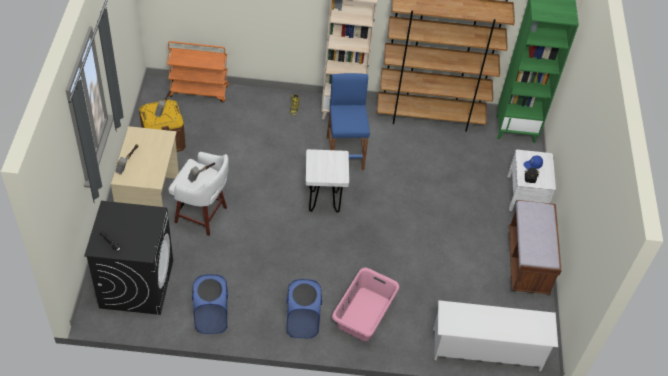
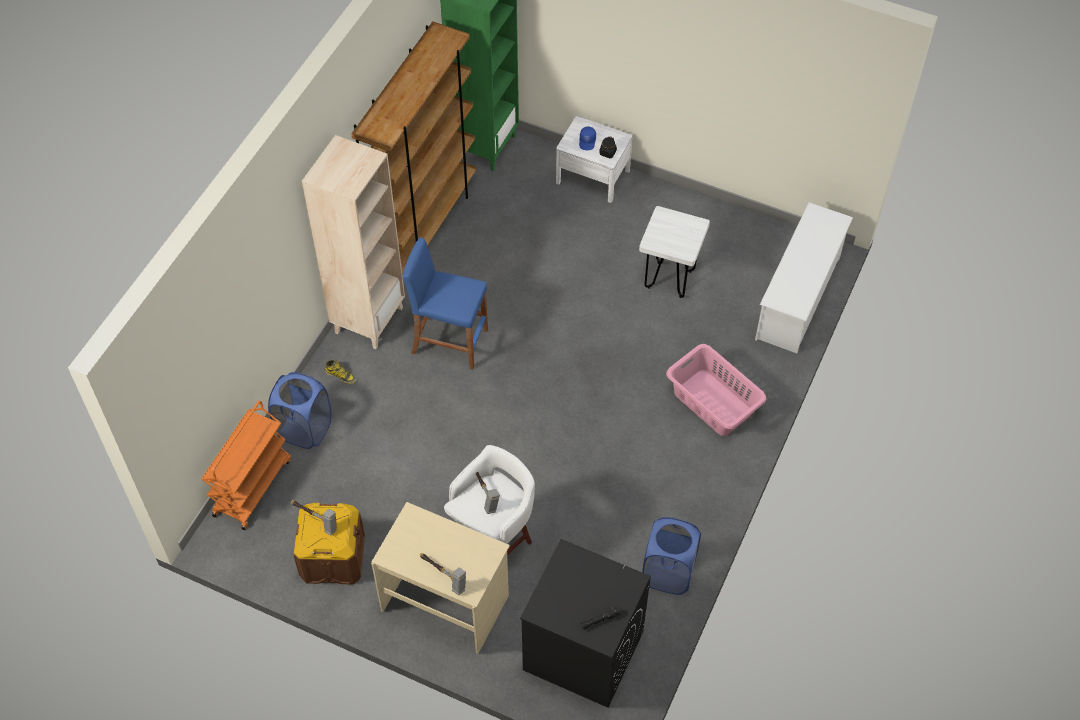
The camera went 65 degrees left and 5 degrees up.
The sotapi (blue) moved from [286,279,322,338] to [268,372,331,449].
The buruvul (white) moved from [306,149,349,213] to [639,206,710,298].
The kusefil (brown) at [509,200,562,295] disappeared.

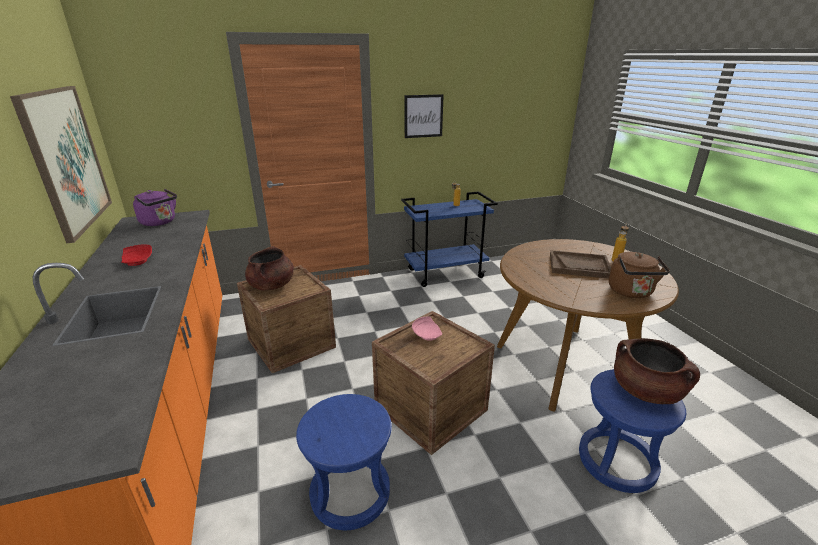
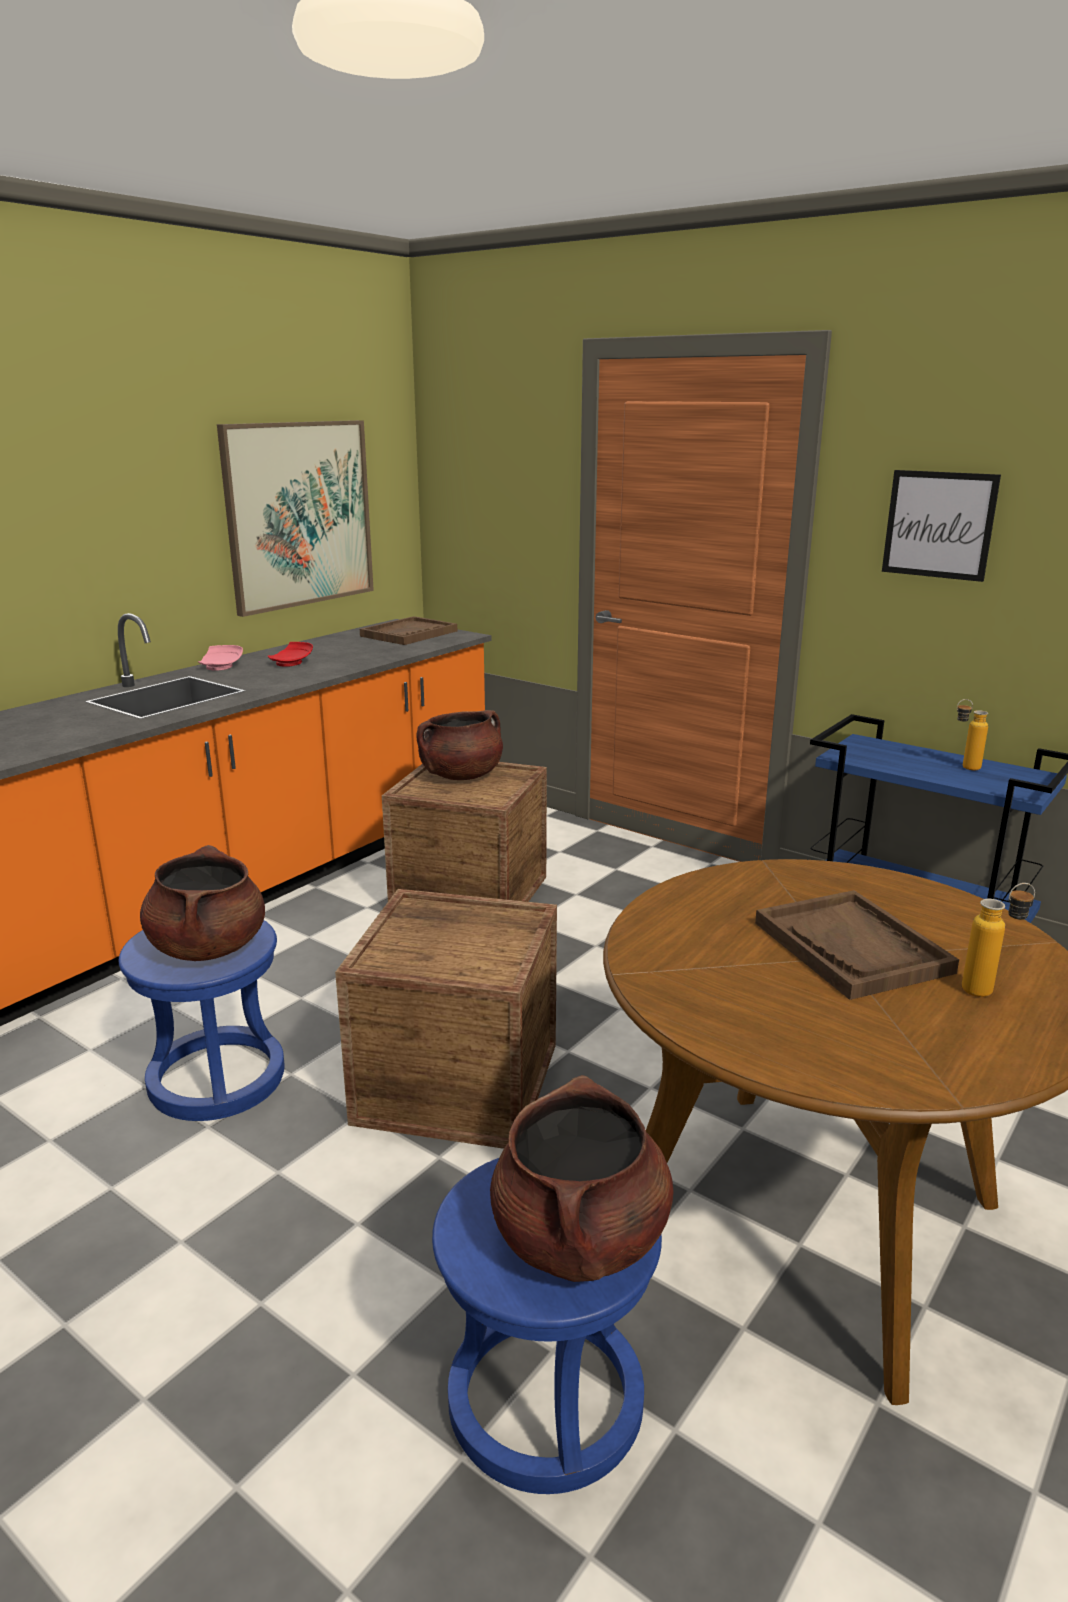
The camera went 55 degrees right and 5 degrees down.
The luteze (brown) at [140,845,265,961] appeared.
The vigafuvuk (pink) moved from [412,316,442,341] to [198,645,243,671].
The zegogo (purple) at [133,189,177,226] was replaced by the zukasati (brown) at [360,616,457,645].
The zegogo (brown) at [609,252,670,298] disappeared.

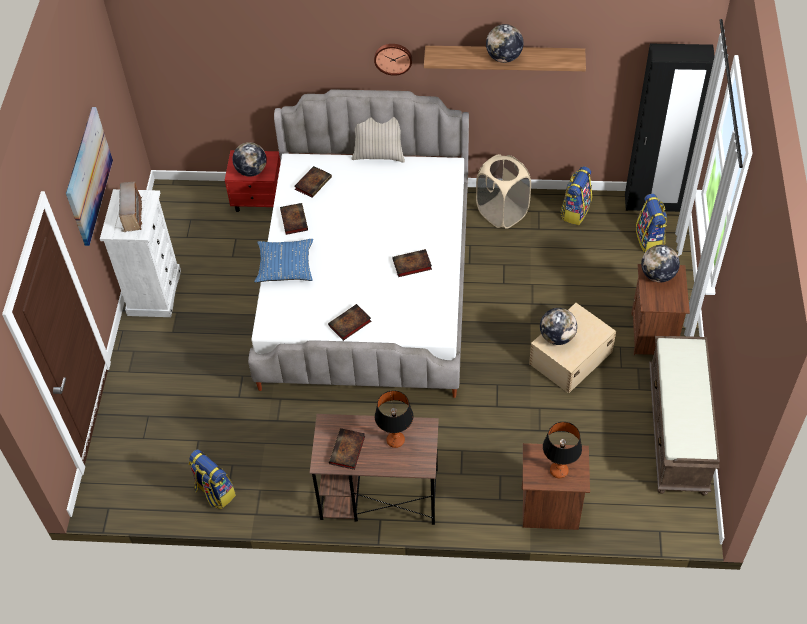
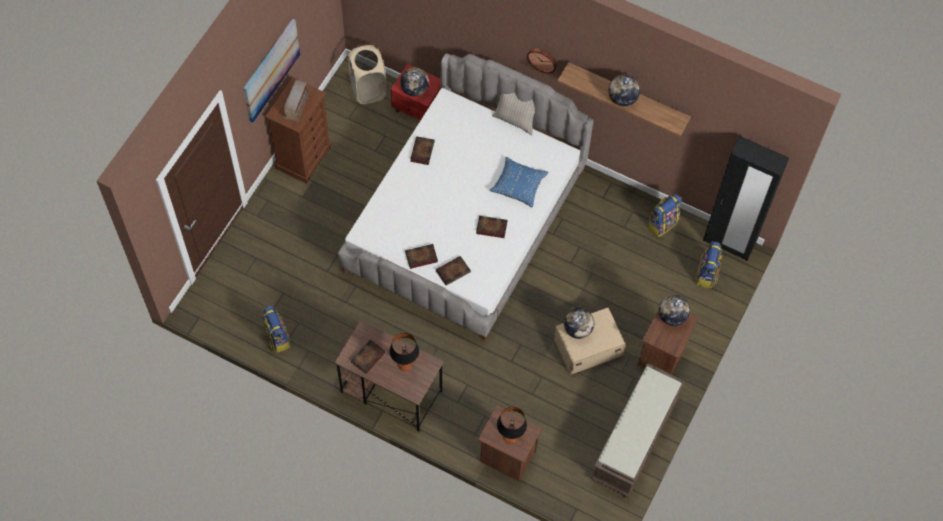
The camera went 20 degrees right and 10 degrees up.
The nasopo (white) at [100,189,181,317] became the nasopo (brown) at [265,77,332,184].
The sotapi (beige) moved from [476,154,531,229] to [348,45,387,104].
The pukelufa moved from [294,166,332,198] to [436,256,471,285].
The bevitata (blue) moved from [255,239,313,283] to [489,157,548,207].

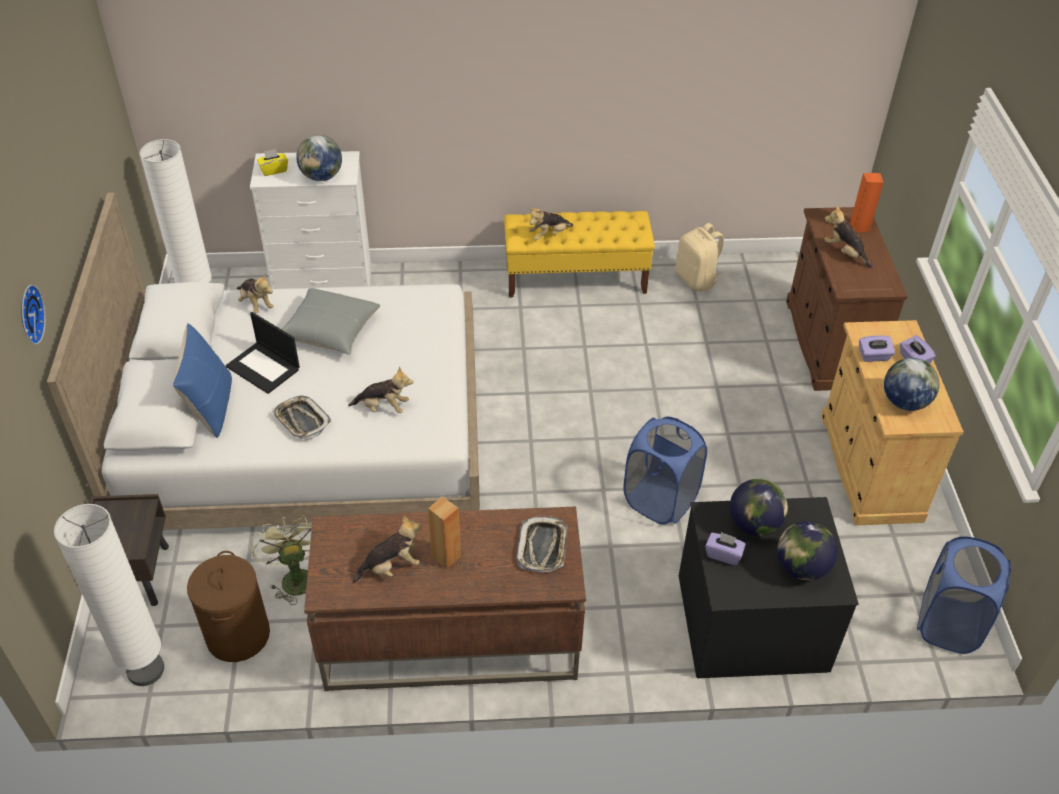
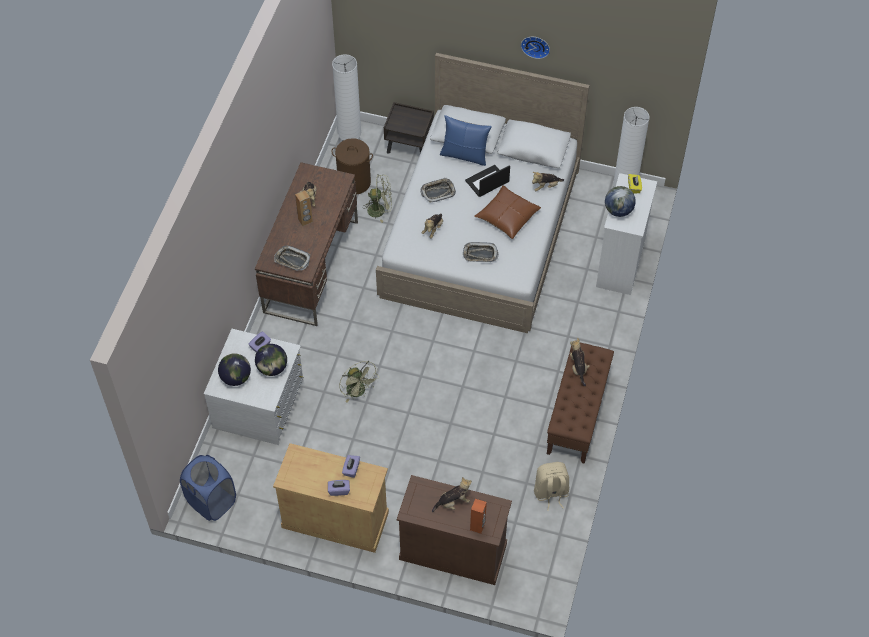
The camera went 110 degrees right and 10 degrees up.
The nasopo (black) at [679,497,859,678] became the nasopo (white) at [204,329,304,445].
The sotapi (blue) at [623,417,707,525] was replaced by the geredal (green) at [339,361,379,403].
The zukasati at [463,242,498,262] appeared.
The bevitata (grey) at [281,288,380,355] became the bevitata (brown) at [474,185,541,239].
The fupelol moved from [21,285,46,345] to [521,37,550,59].
The kusefil (yellow) at [504,211,655,298] became the kusefil (brown) at [547,343,614,464].
The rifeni at [884,358,939,411] disappeared.

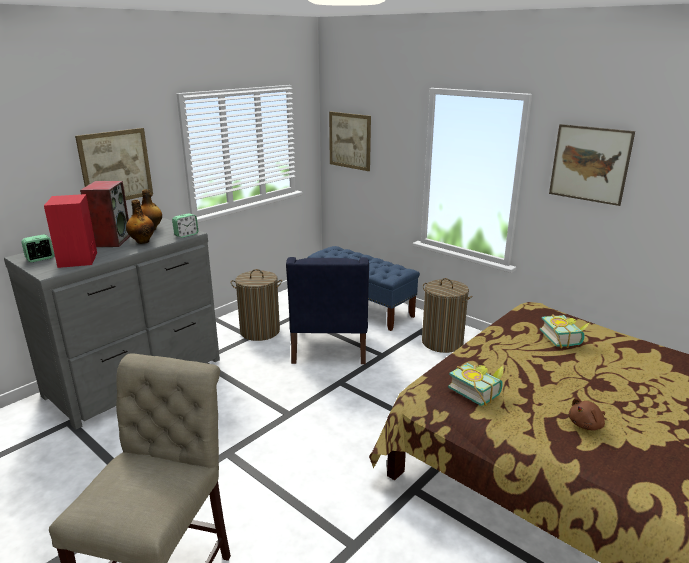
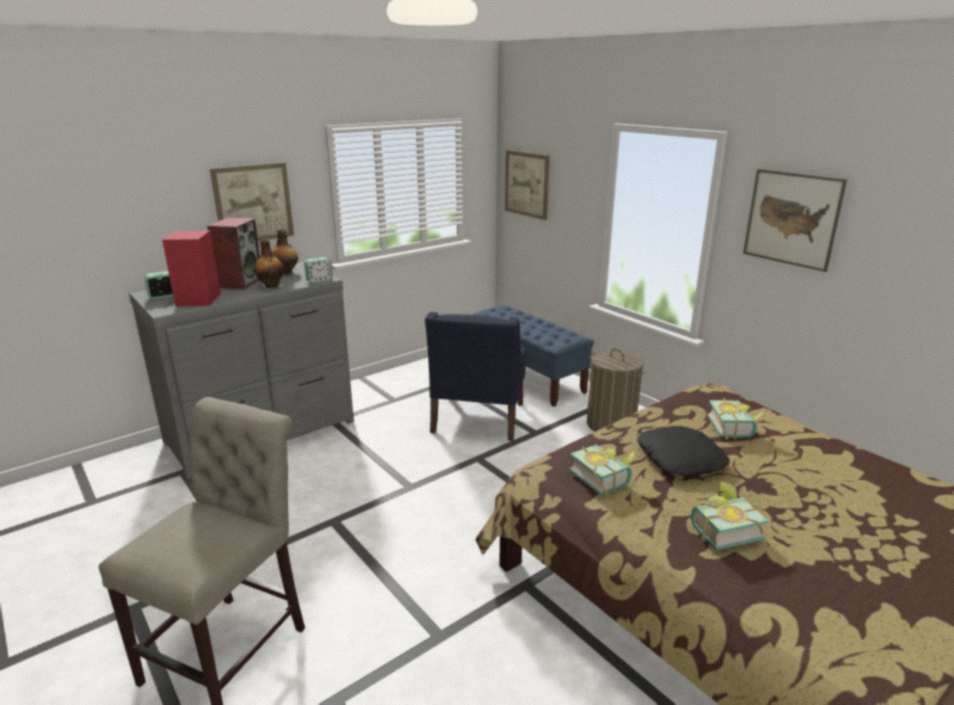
The camera went 10 degrees right and 0 degrees up.
The bevitata (black) at [637,426,730,476] appeared.
The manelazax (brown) at [569,398,605,431] was replaced by the pukelufa at [691,482,768,550].
The sotapi at [230,269,282,341] disappeared.

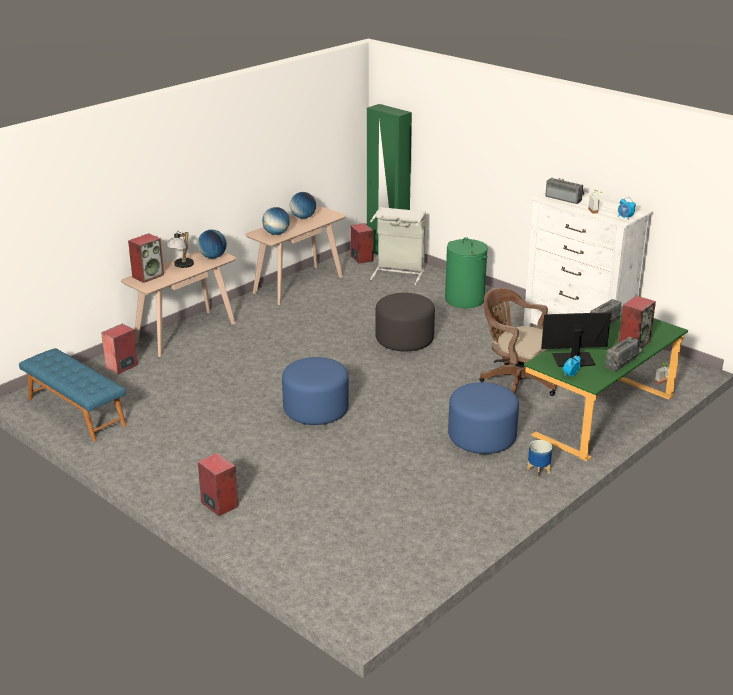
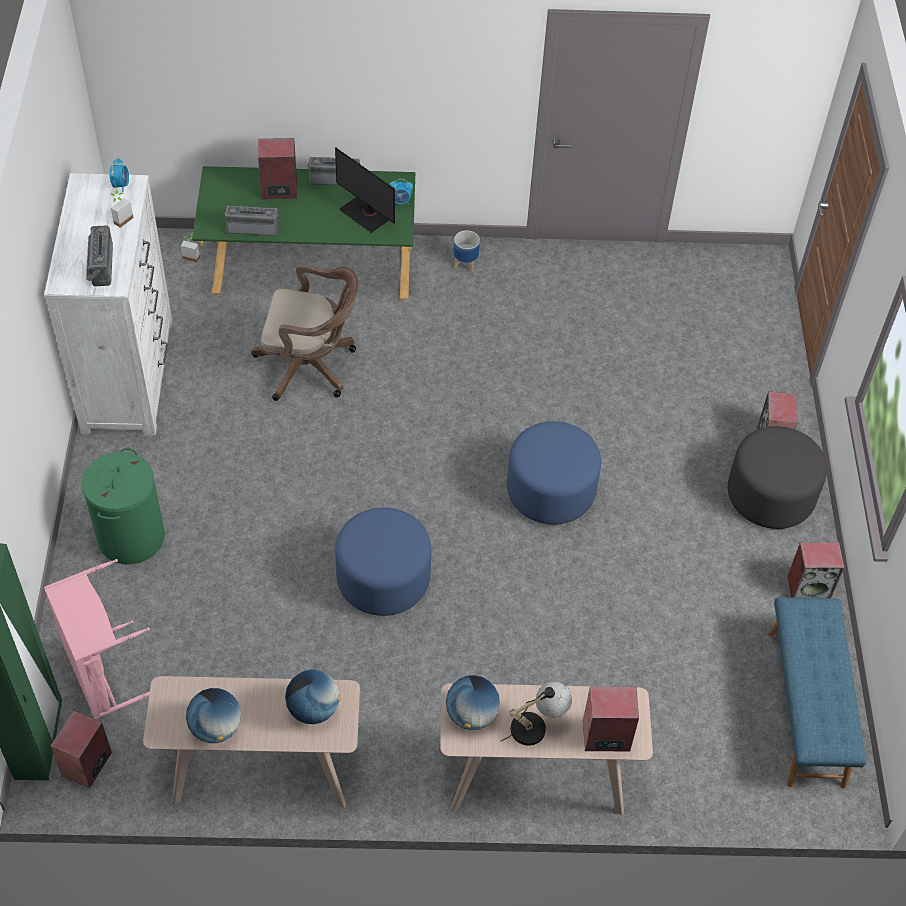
The camera went 135 degrees left and 25 degrees up.
The sotapi (grey) at [370,207,426,285] became the sotapi (pink) at [44,559,150,719].
The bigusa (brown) at [479,288,557,396] turned 75 degrees counterclockwise.
The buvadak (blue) moved from [448,382,519,454] to [335,507,431,616].
The buvadak (grey) moved from [375,293,435,352] to [728,426,827,529].
The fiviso moved from [101,324,138,374] to [787,542,844,598].

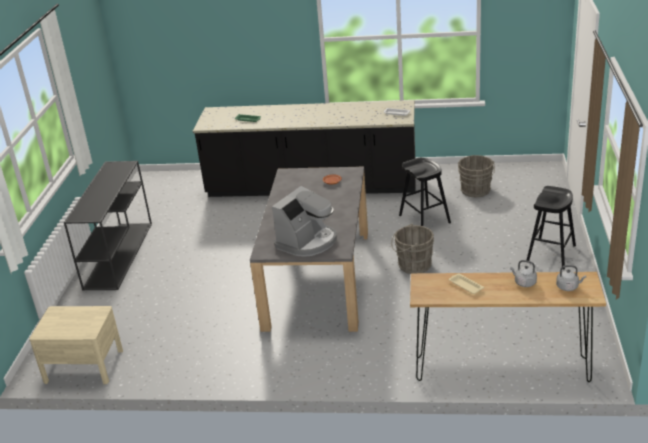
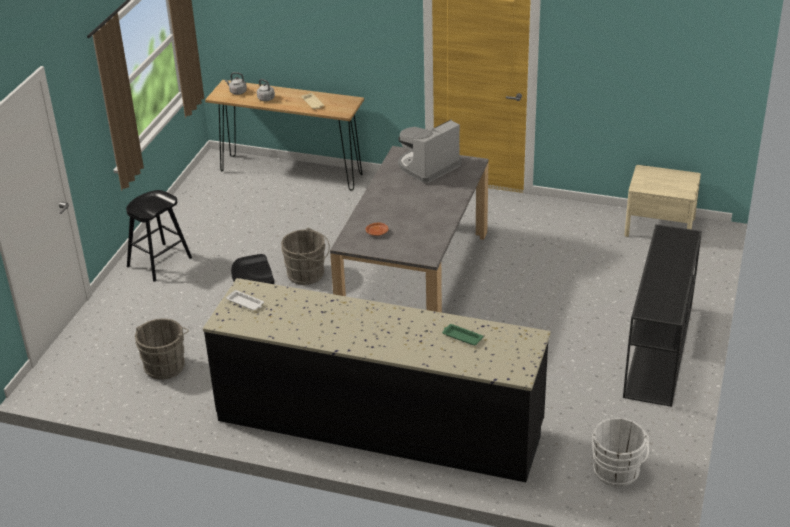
The camera went 170 degrees left and 5 degrees up.
The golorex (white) at [592,418,649,487] appeared.

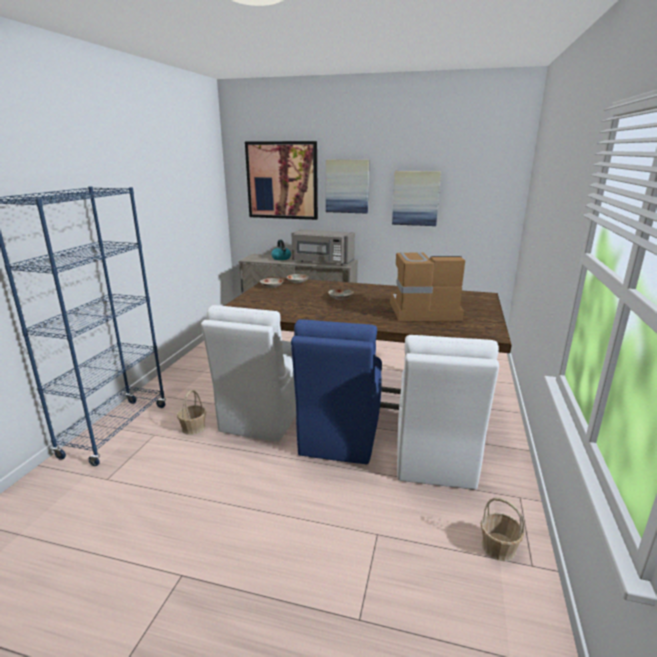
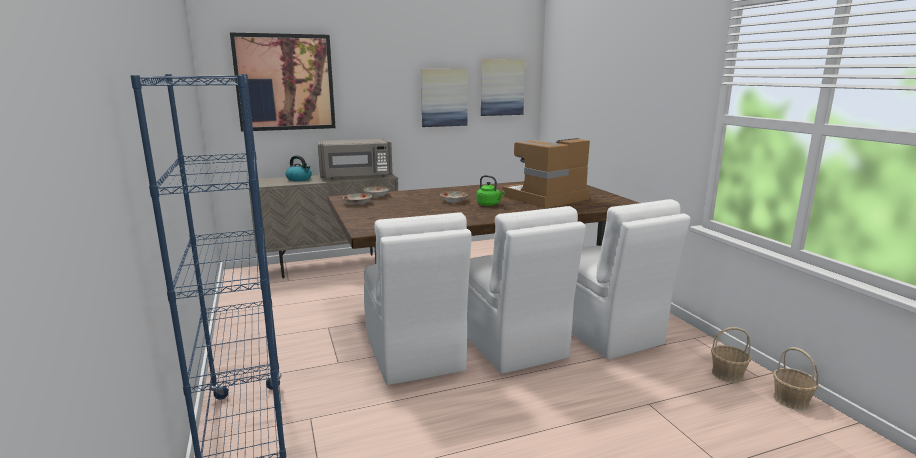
The camera went 35 degrees left and 5 degrees down.
The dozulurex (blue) at [291,319,382,464] became the dozulurex (white) at [467,206,586,374].
The zegogo (green) at [477,175,505,206] appeared.
The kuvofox moved from [326,160,369,214] to [481,59,525,116].
The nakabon moved from [177,390,206,435] to [773,347,819,410].

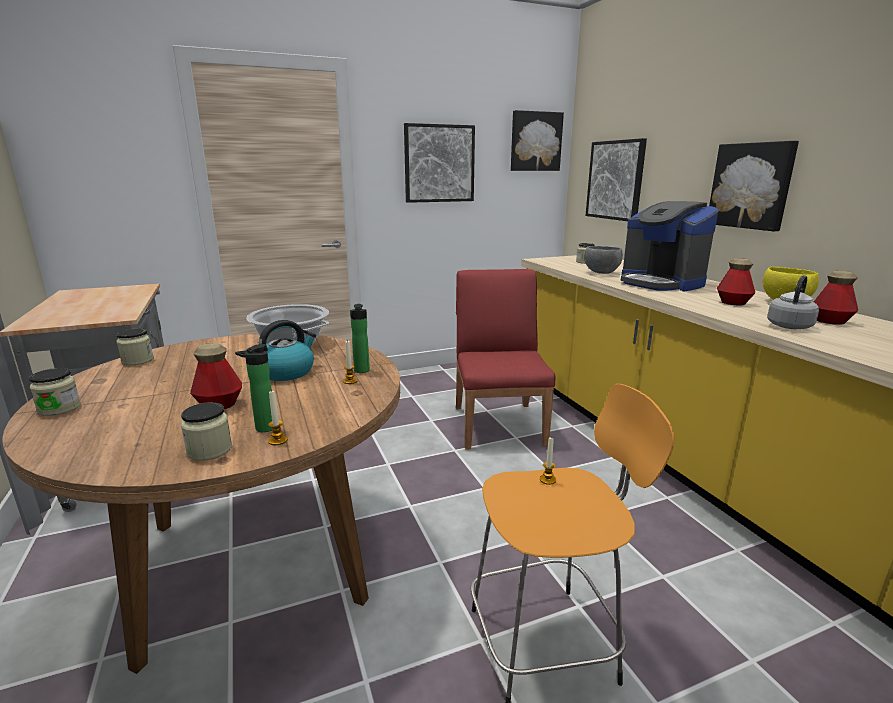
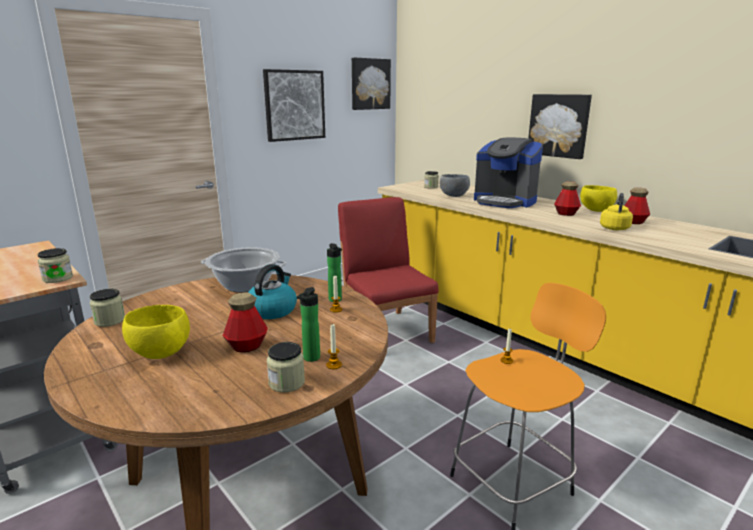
The camera went 20 degrees left and 0 degrees up.
The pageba moved from [29,368,81,416] to [37,248,73,283].
The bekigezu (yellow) at [122,305,190,359] appeared.
The zegogo (grey) at [767,275,819,329] became the zegogo (yellow) at [600,193,633,230].
The kuvofox at [585,138,647,221] disappeared.

